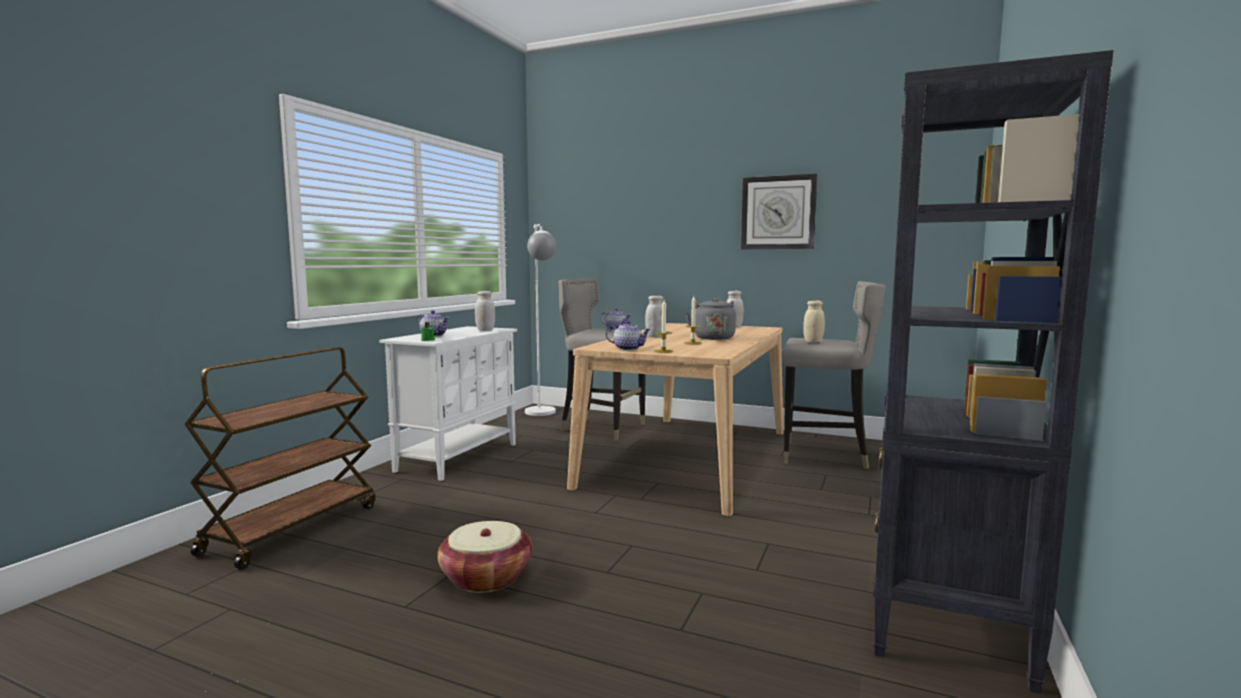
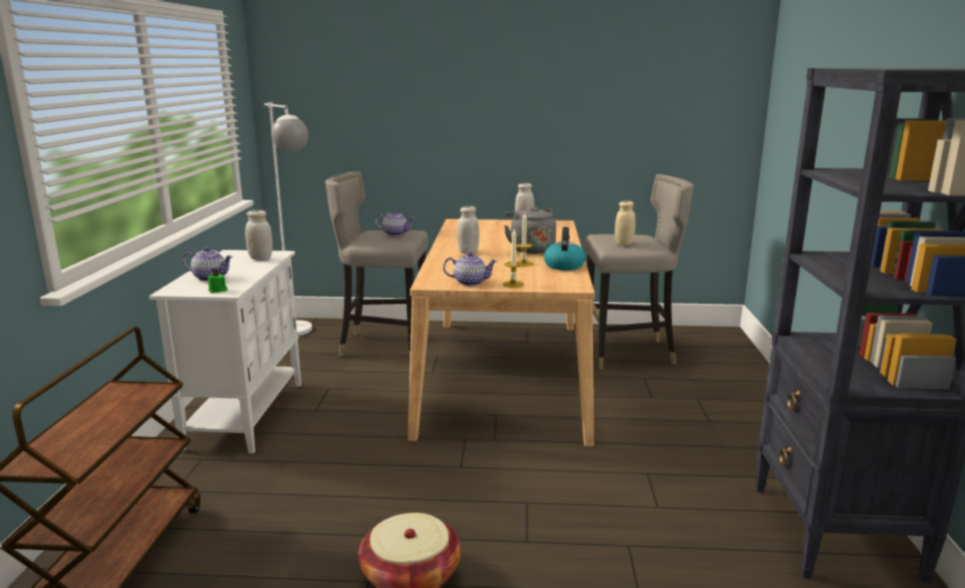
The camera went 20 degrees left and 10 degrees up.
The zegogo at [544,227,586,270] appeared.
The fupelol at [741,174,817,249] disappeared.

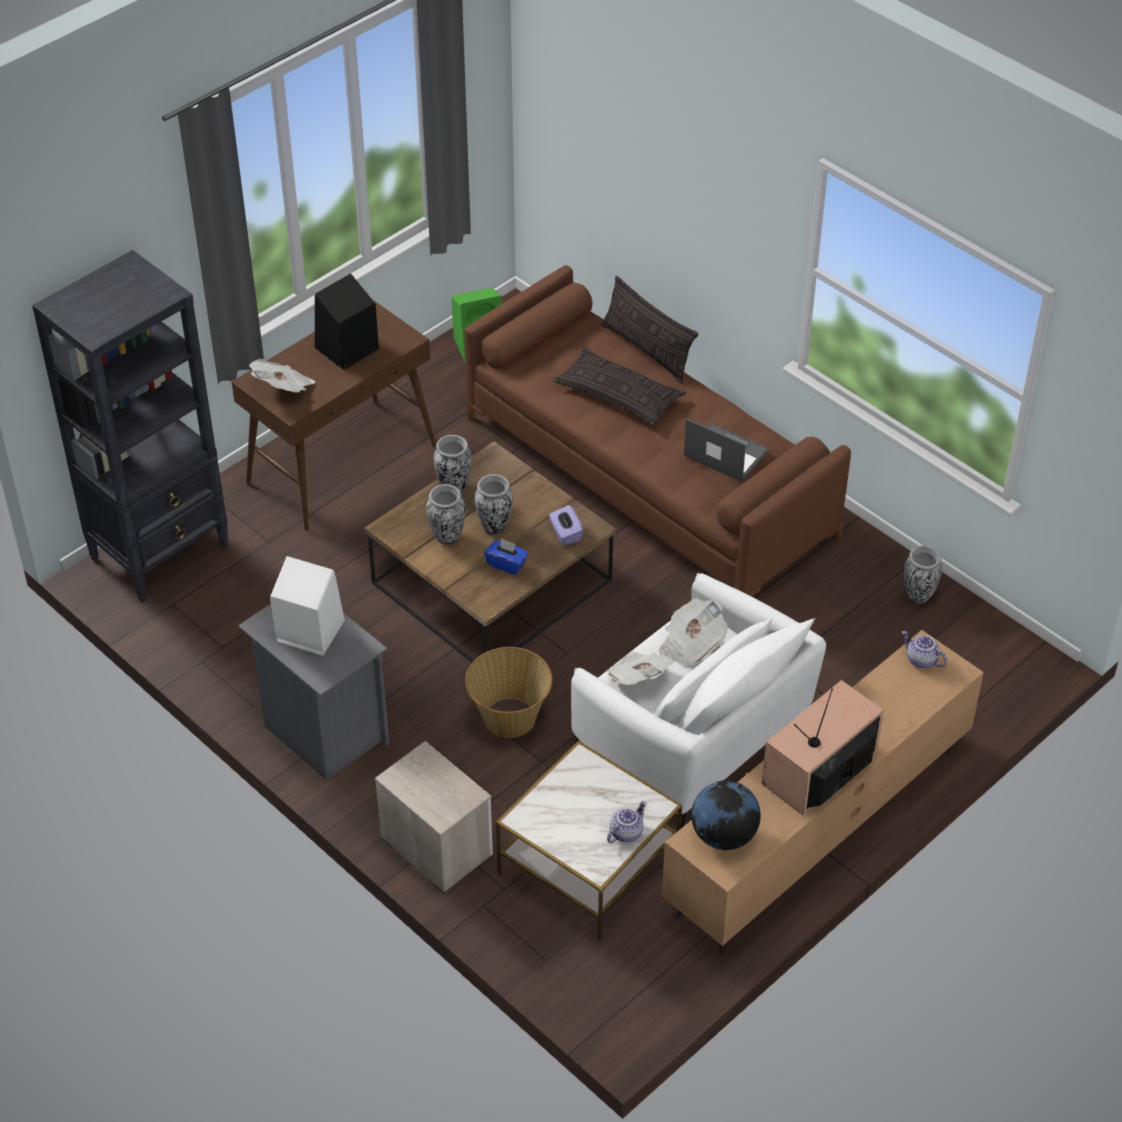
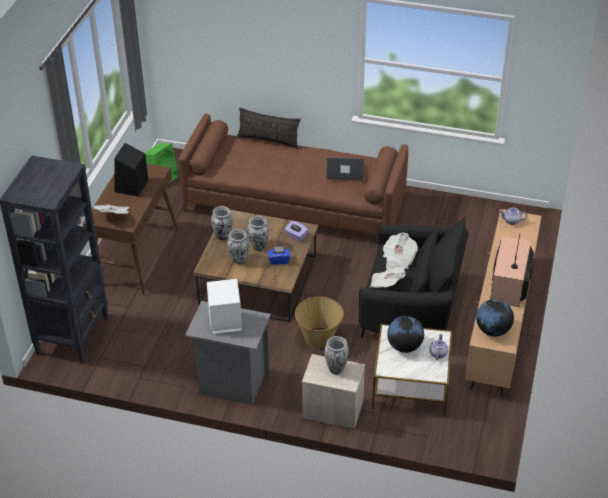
The camera went 30 degrees left and 5 degrees down.
The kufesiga moved from [904,545,943,604] to [325,336,349,374].
The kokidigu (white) at [571,573,826,828] became the kokidigu (black) at [359,216,468,338].
The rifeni at [387,316,424,353] appeared.
The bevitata at [553,347,686,426] disappeared.

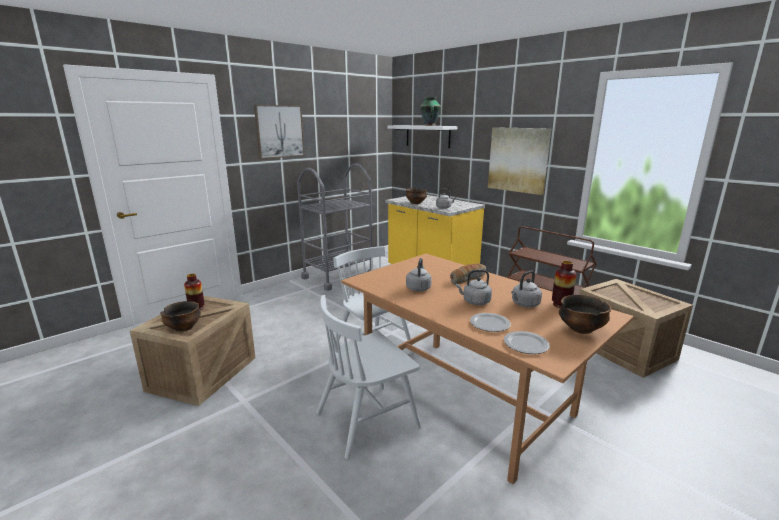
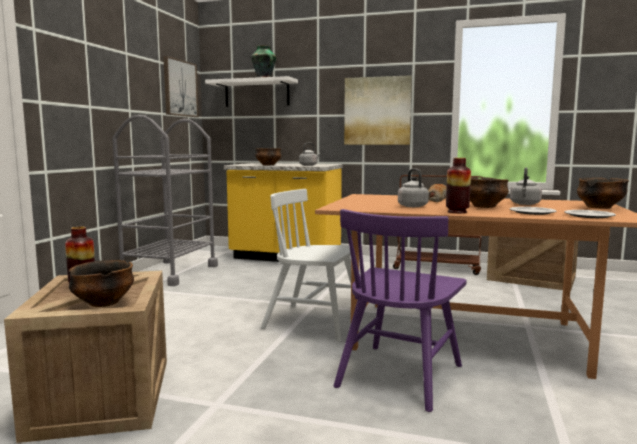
The camera went 30 degrees left and 10 degrees down.
The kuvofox moved from [254,105,305,159] to [163,56,199,117].
The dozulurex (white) at [316,295,421,459] became the dozulurex (purple) at [334,209,466,412].
The kufesiga moved from [552,261,577,308] to [446,158,471,213].
The zegogo (grey) at [456,270,492,305] was replaced by the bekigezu at [470,177,509,208].

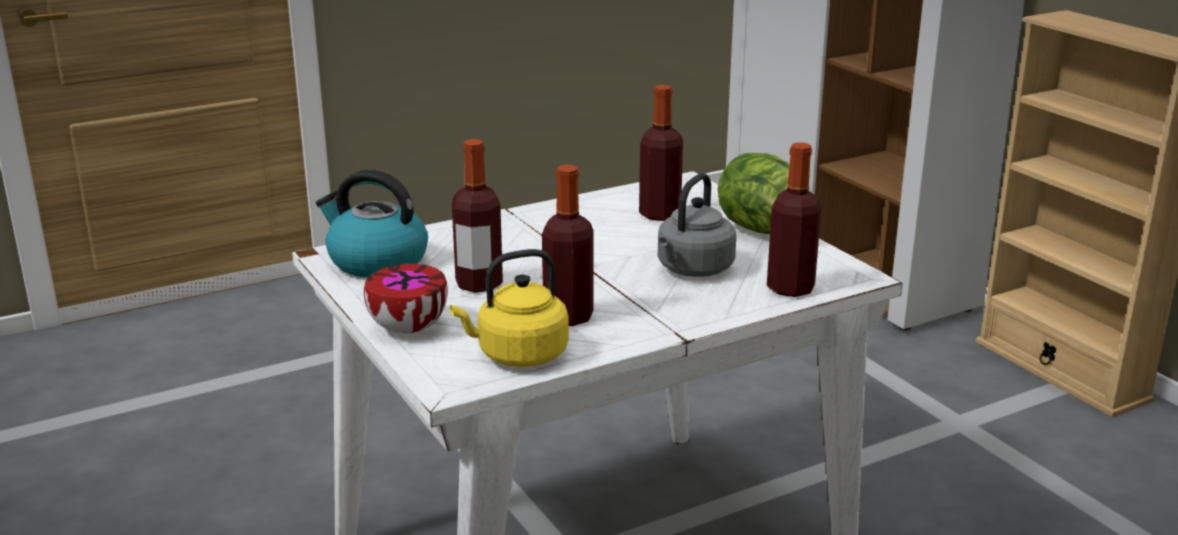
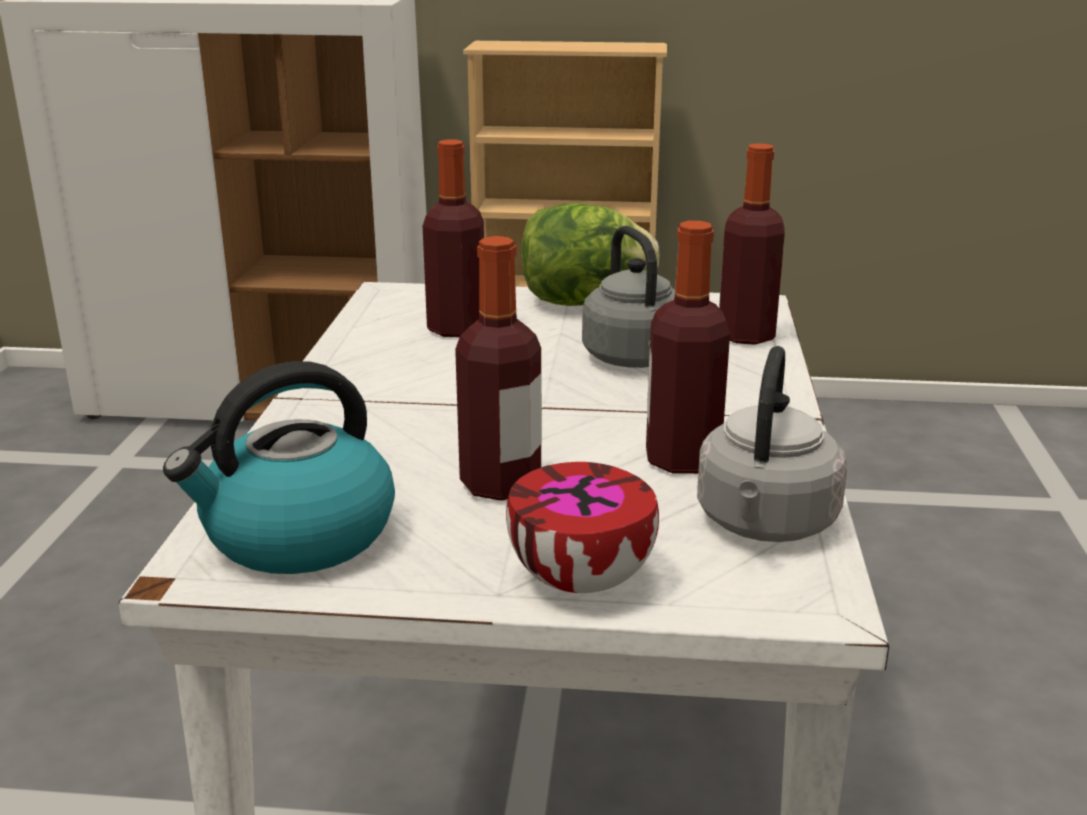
The camera went 55 degrees left and 0 degrees up.
The zegogo (yellow) at [450,249,569,367] became the zegogo (grey) at [697,346,847,542].

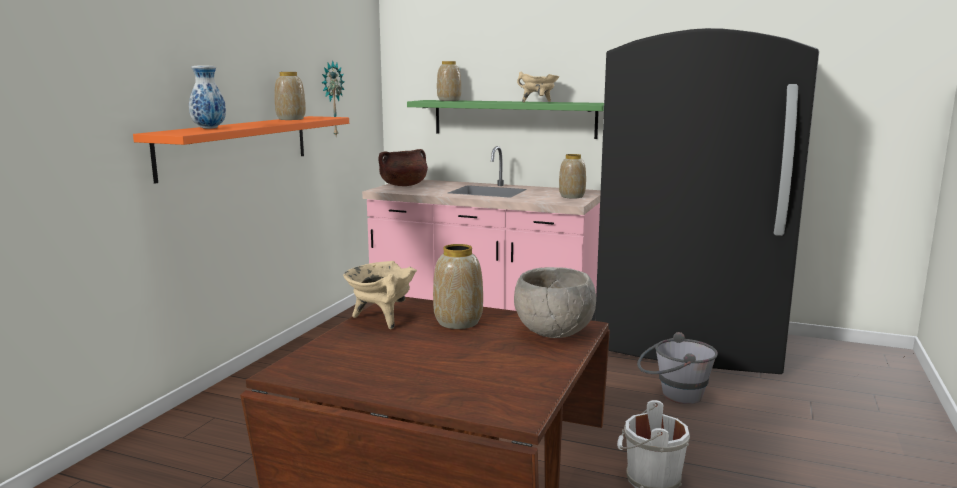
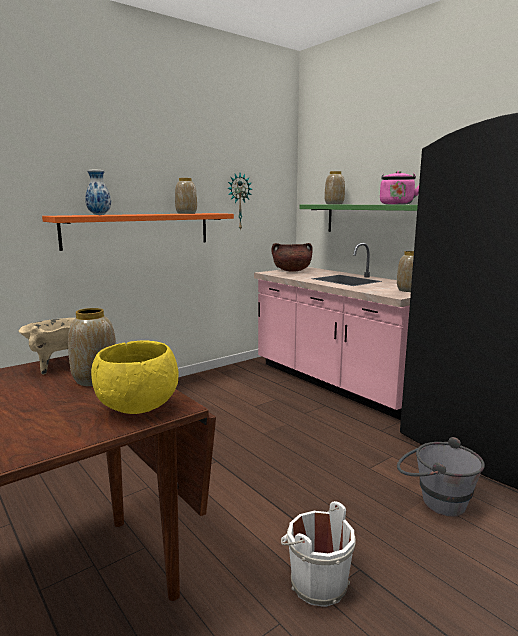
The camera went 30 degrees right and 0 degrees up.
The bekigezu (grey) at [514,267,596,338] became the bekigezu (yellow) at [91,340,178,414].
The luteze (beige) at [517,72,559,102] was replaced by the zegogo (pink) at [380,171,419,205].

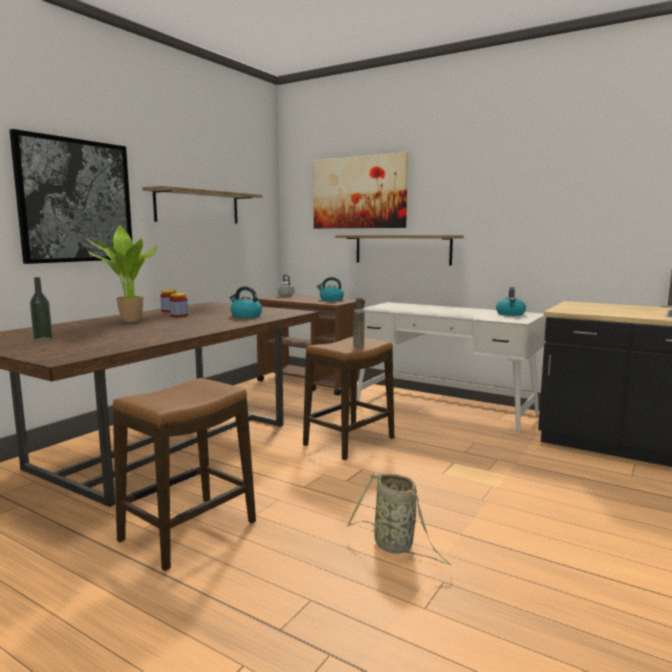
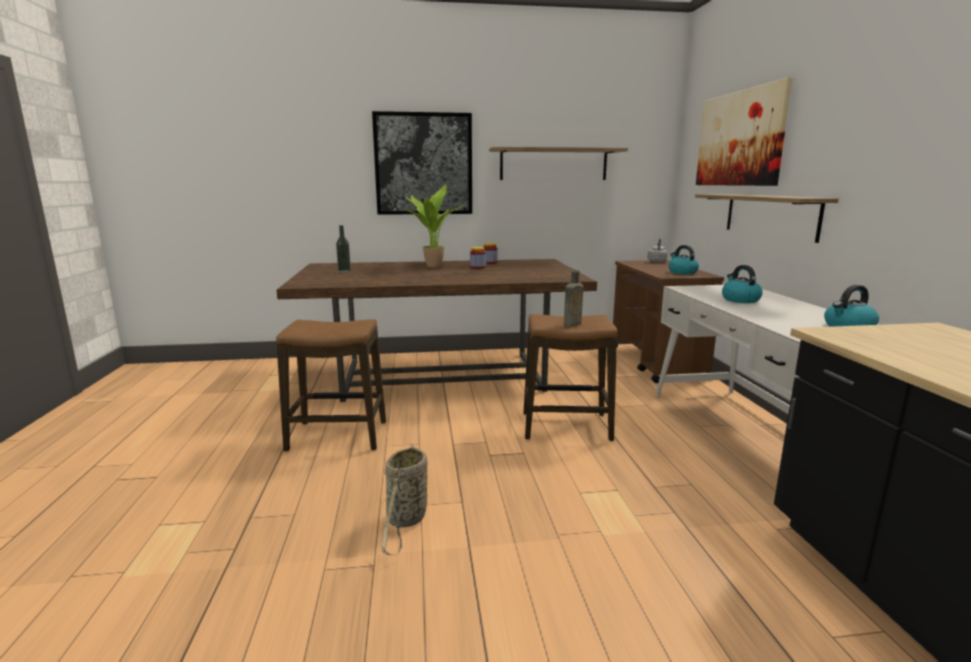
The camera went 50 degrees right and 5 degrees up.
The zegogo moved from [230,286,262,318] to [722,265,763,303].

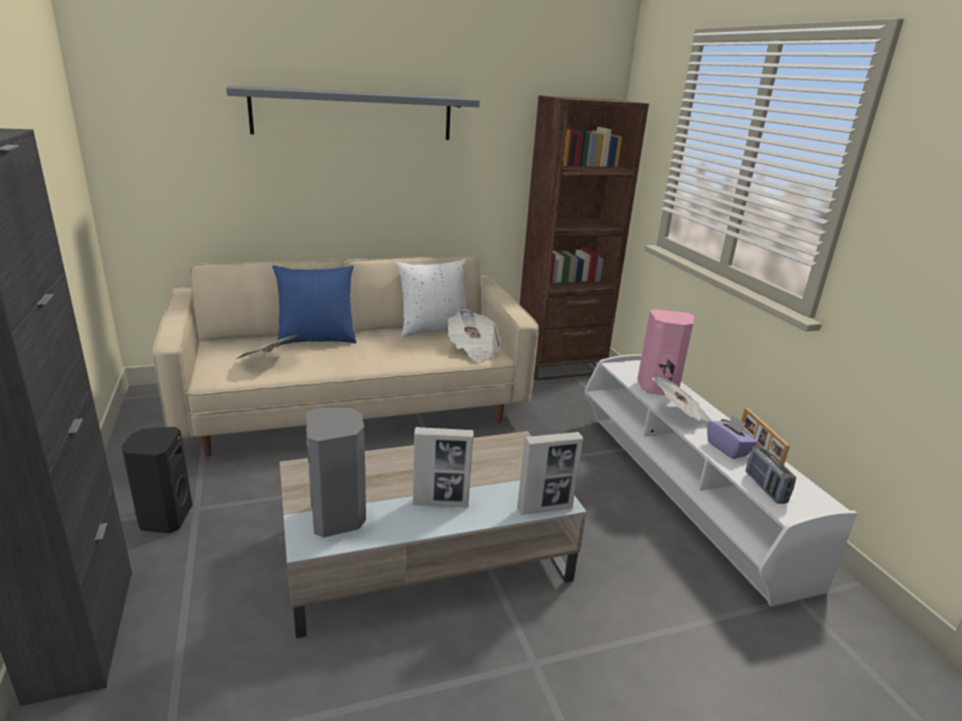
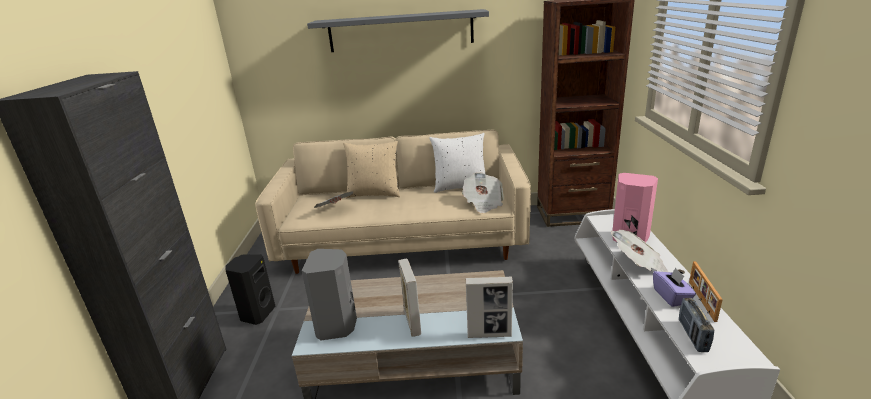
The camera went 20 degrees right and 0 degrees up.
The bevitata (blue) at [272,265,356,345] became the bevitata (beige) at [343,141,400,198].
The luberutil at [413,427,474,507] turned 120 degrees counterclockwise.

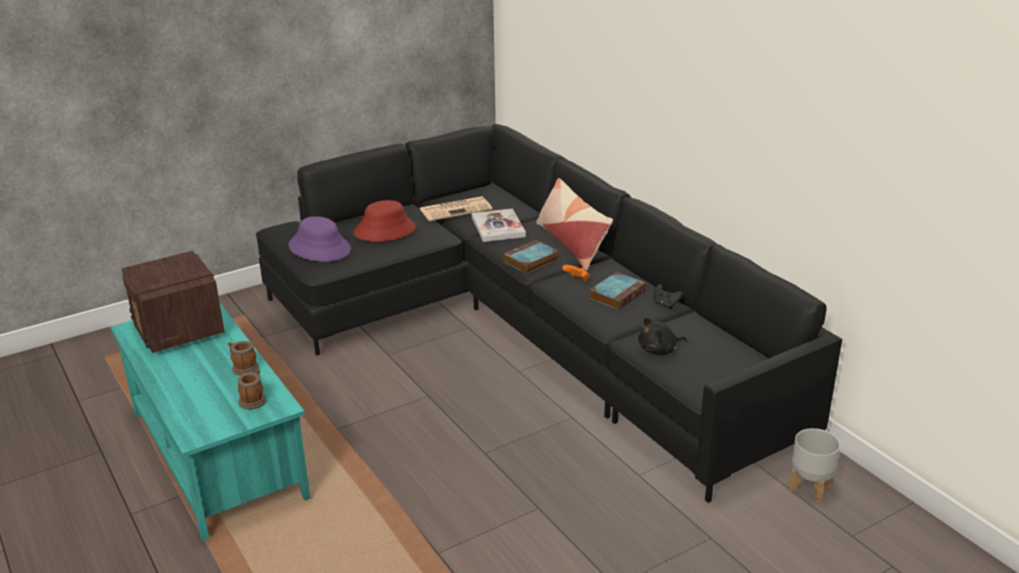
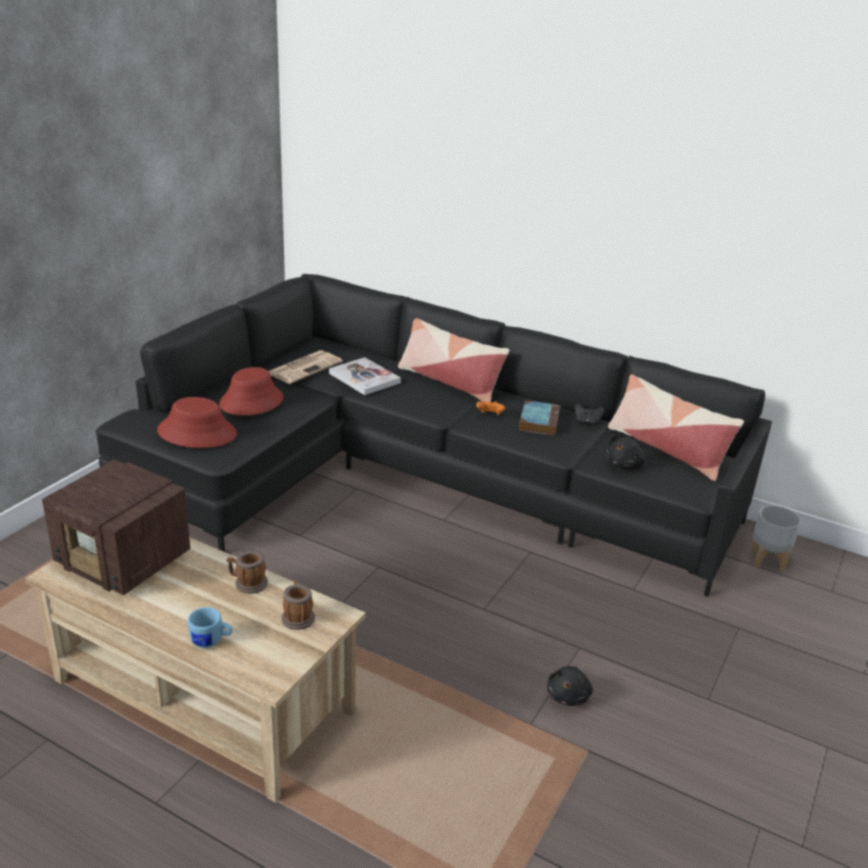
The camera went 30 degrees left and 0 degrees up.
The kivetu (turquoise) at [110,303,311,542] became the kivetu (beige) at [25,537,366,803].
The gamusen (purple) at [289,216,351,262] became the gamusen (red) at [157,397,237,448].
The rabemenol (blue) at [188,607,232,648] appeared.
The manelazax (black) at [547,666,593,706] appeared.
The bevitata at [608,374,744,481] appeared.
The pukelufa at [503,240,558,274] disappeared.

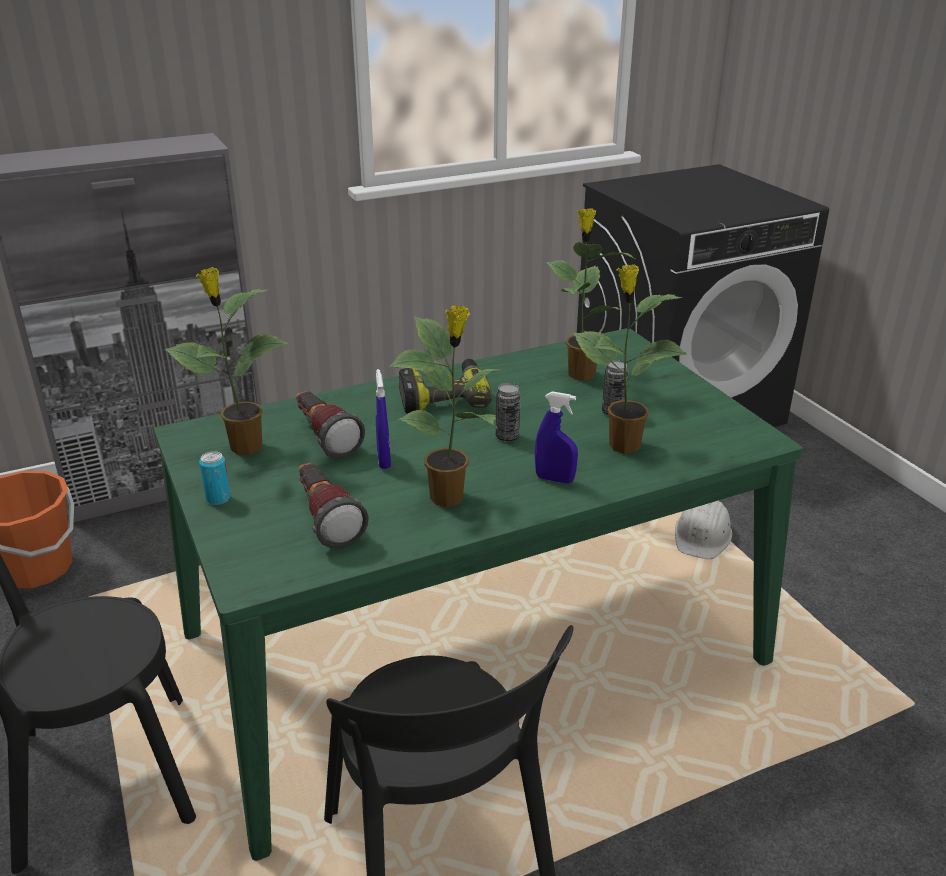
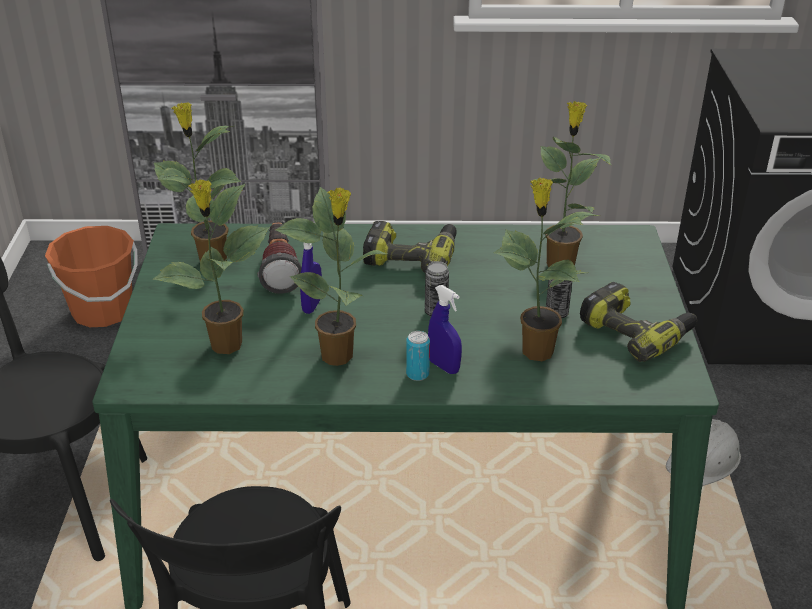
The camera went 25 degrees right and 5 degrees up.
The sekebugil at [299,463,369,549] was replaced by the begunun at [153,179,269,354].
The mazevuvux moved from [199,451,231,505] to [406,331,430,381].
The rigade at [580,282,697,362] appeared.

